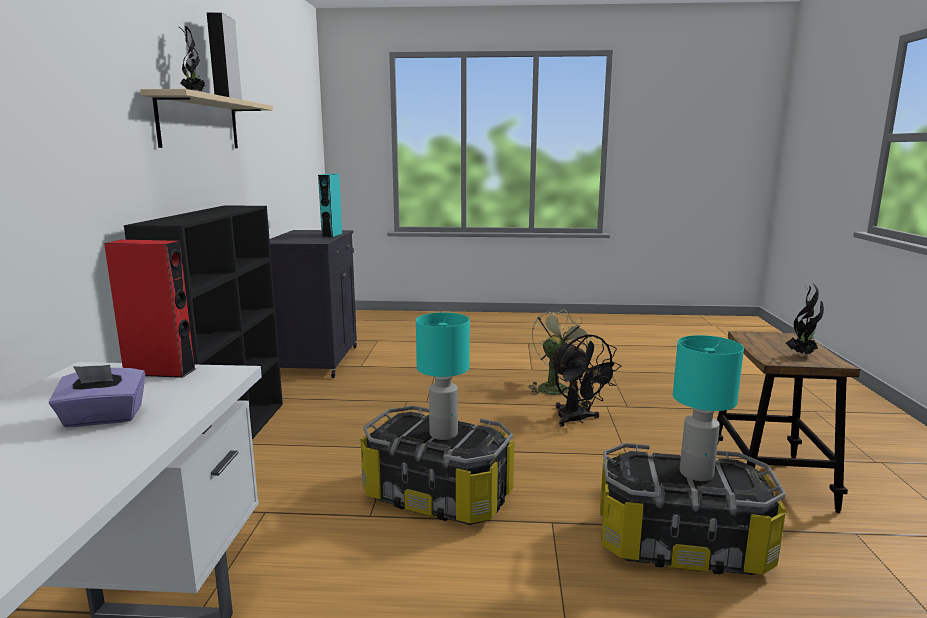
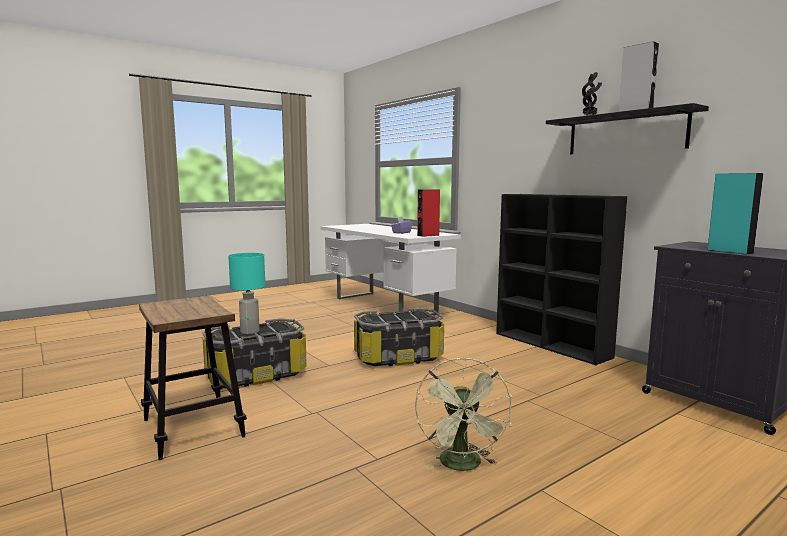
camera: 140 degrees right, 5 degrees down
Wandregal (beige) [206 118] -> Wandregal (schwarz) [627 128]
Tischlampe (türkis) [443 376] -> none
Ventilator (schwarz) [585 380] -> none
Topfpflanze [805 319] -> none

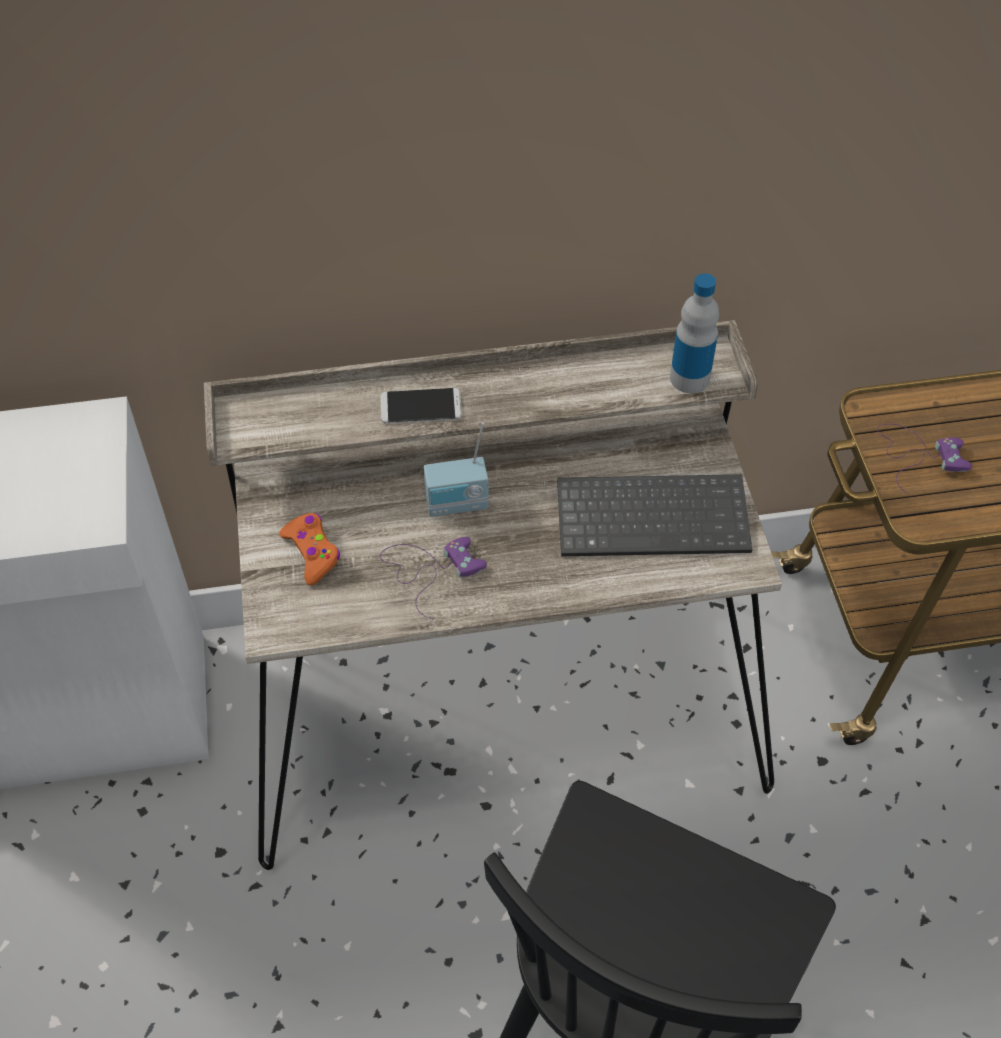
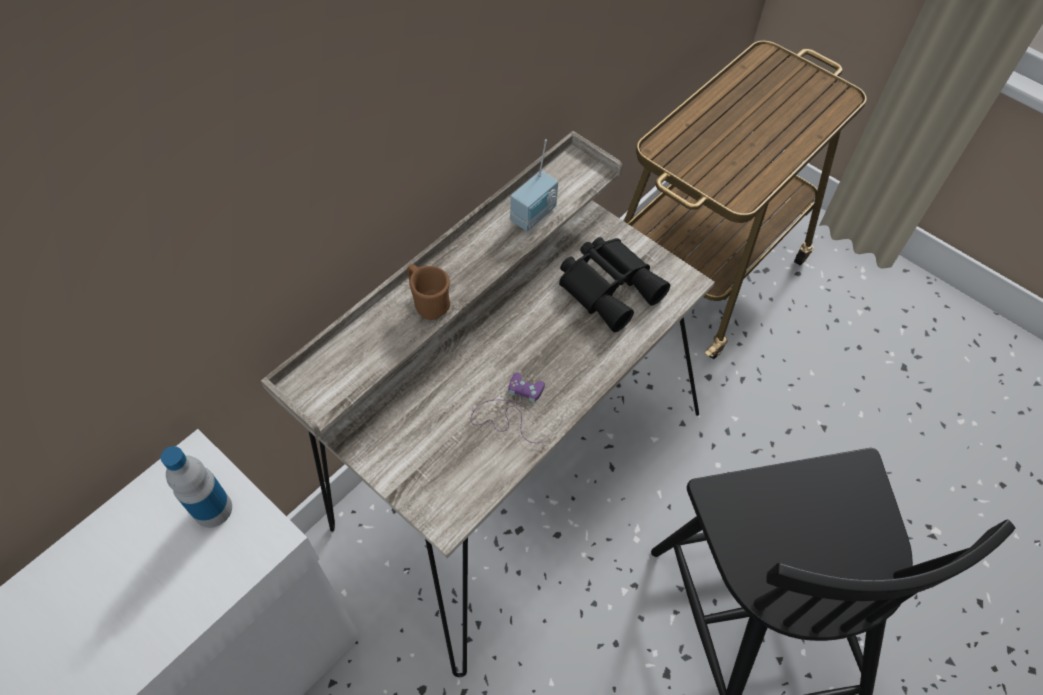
camera: 40 degrees left, 5 degrees up
Flasche [694 333] -> Flasche [196 487], shifted
Handy [421 406] -> Henkelbecher (braun) [428 292]
Radio [456 469] -> Radio [534 185], shifted
Tastatur [654 515] -> Fernglas (schwarz) [614 284]
Gamepad (orange) [309 549] -> none
Gamepad (lila) [924 459] -> none

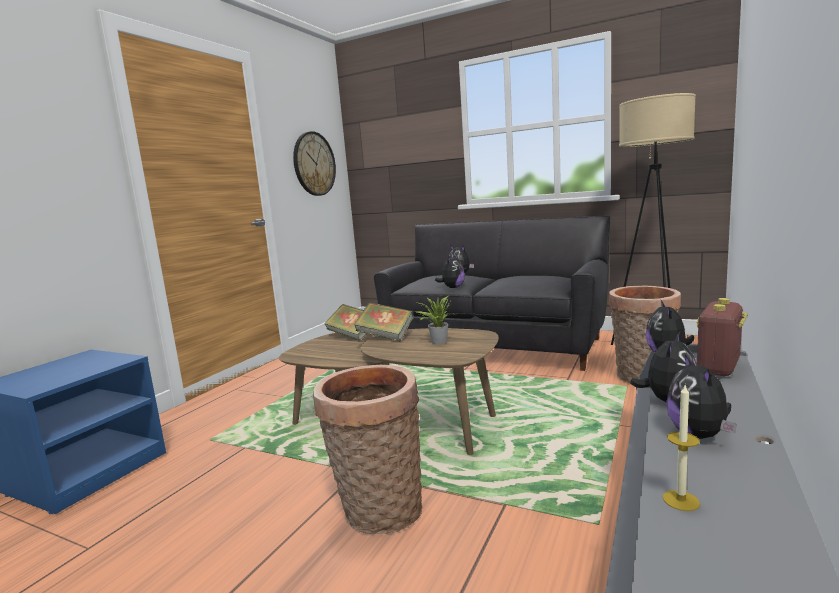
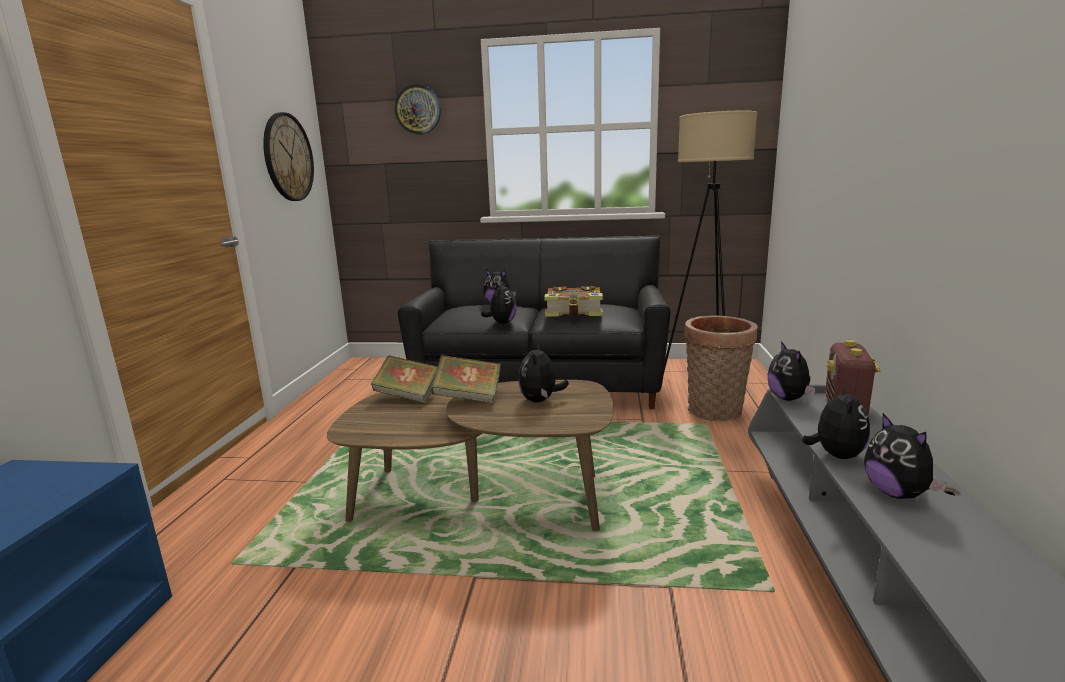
camera: 20 degrees left, 5 degrees up
none -> Wanduhr [417 109]
Topfpflanze [434 320] -> Plüschtier [544 373]
none -> Buch [573 301]
Korb [367 449] -> none
Kerze [681 448] -> none

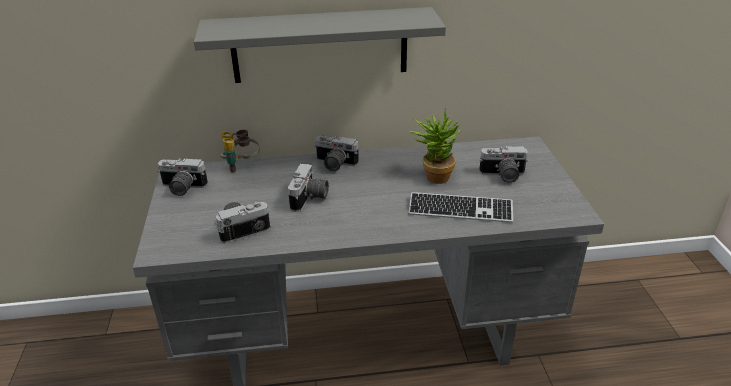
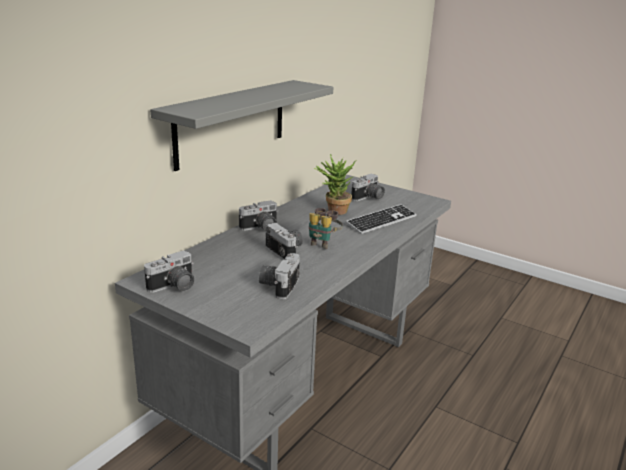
camera: 50 degrees left, 10 degrees down
Fernglas [240 151] -> Fernglas [326 228], shifted

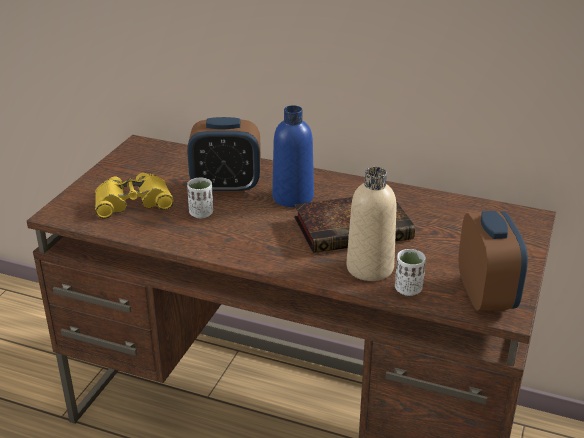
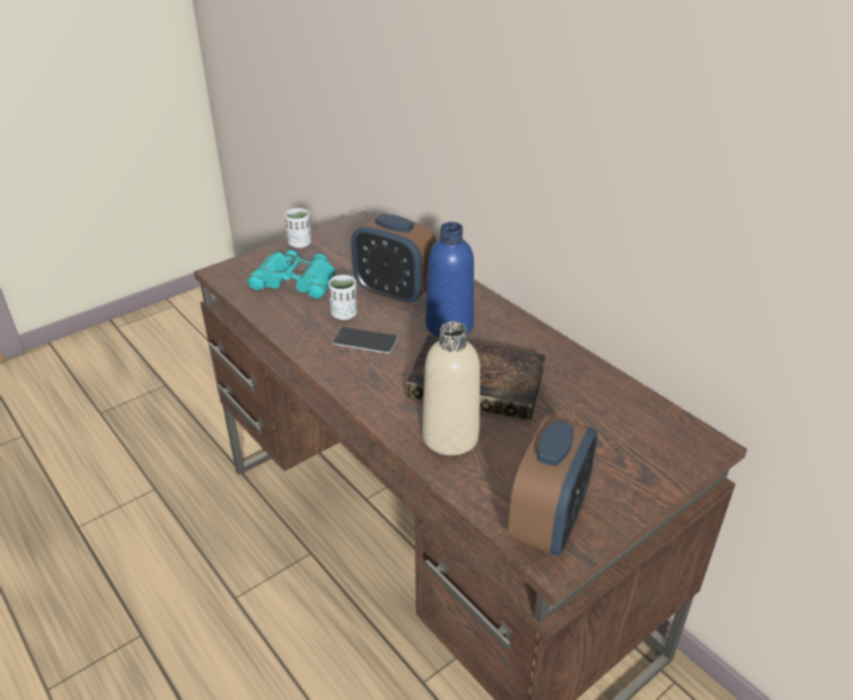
camera: 30 degrees right, 5 degrees up
Fernglas (gelb) [134 196] -> Fernglas (türkis) [291 274]
Tasse (weiß) [410 272] -> Tasse (weiß) [298 228], shifted
none -> Handy [365 340]

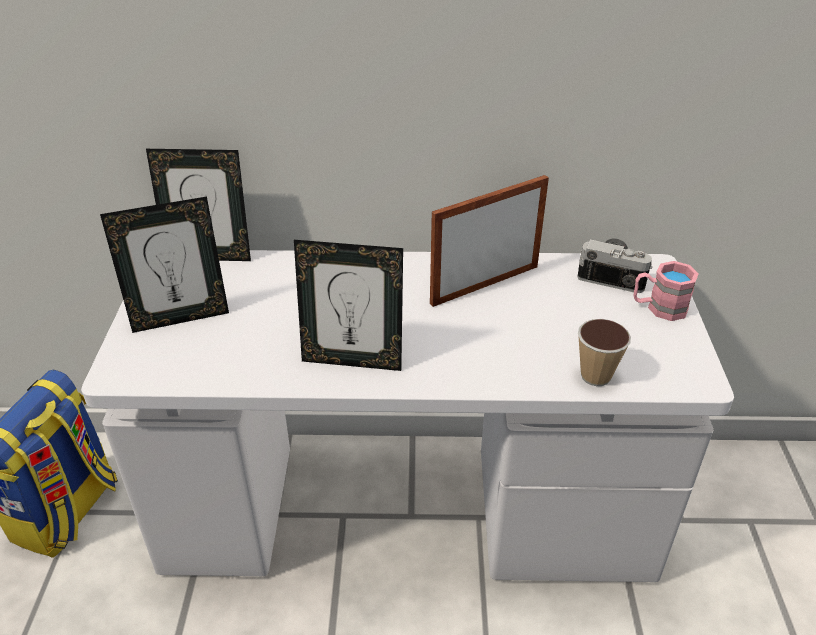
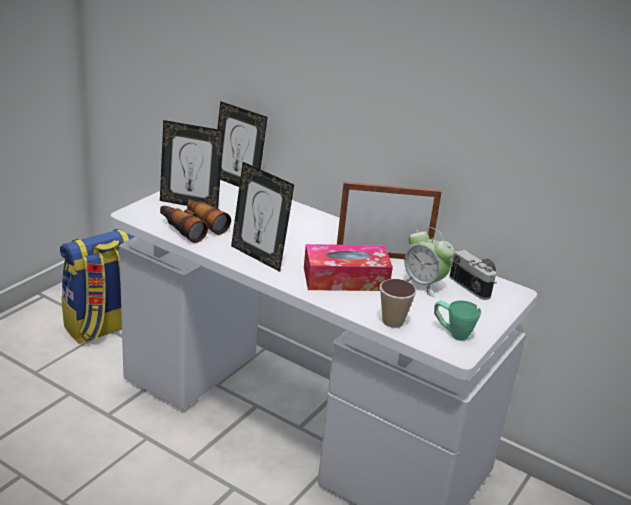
camera: 30 degrees right, 10 degrees down
none -> Fernglas [195 220]
none -> Taschentuchbox [348 267]
none -> Wecker [429 262]
none -> Henkelbecher (grün) [457 320]
Henkelbecher (rosa) [666 291] -> none

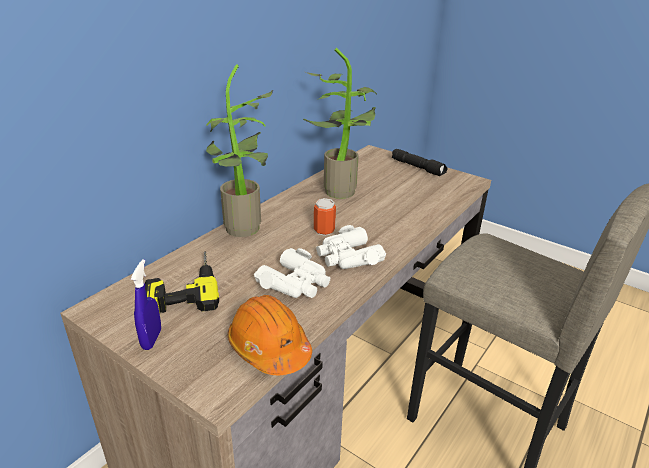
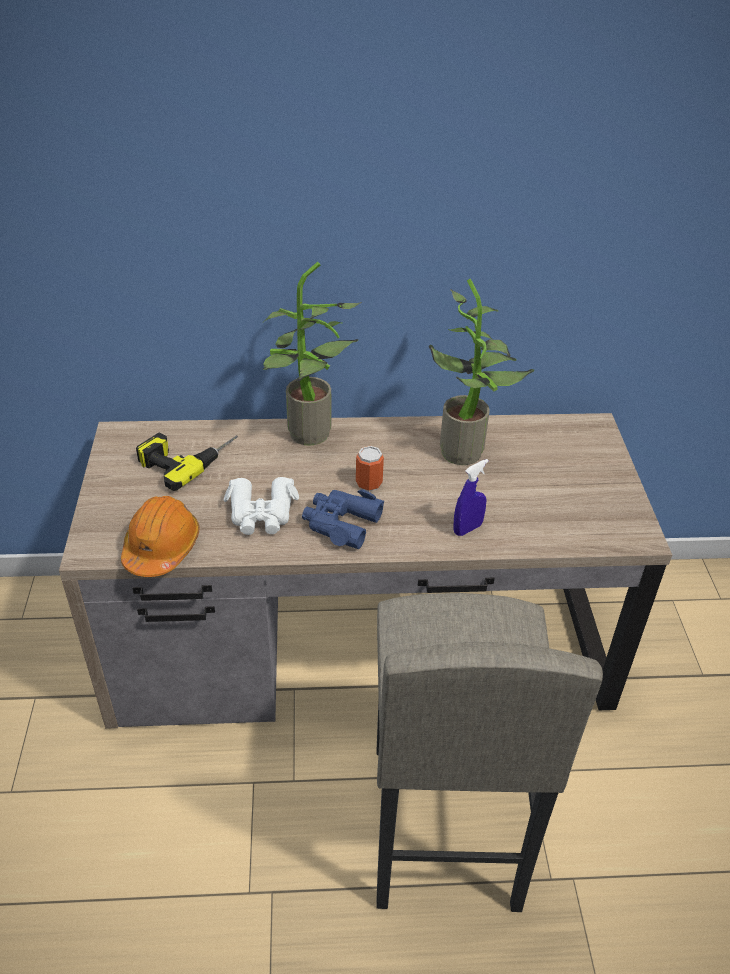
camera: 50 degrees right, 10 degrees up
Fernglas (weiß) [351 247] -> Fernglas (blau) [343 519]
Sprühflasche (blau) [146 304] -> Sprühflasche (blau) [471 497], shifted
Taschenlampe (schwarz) [419 162] -> none

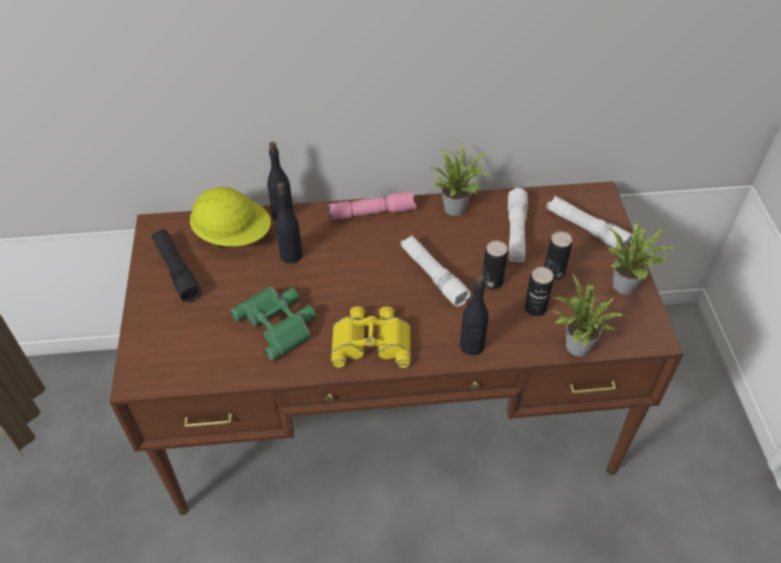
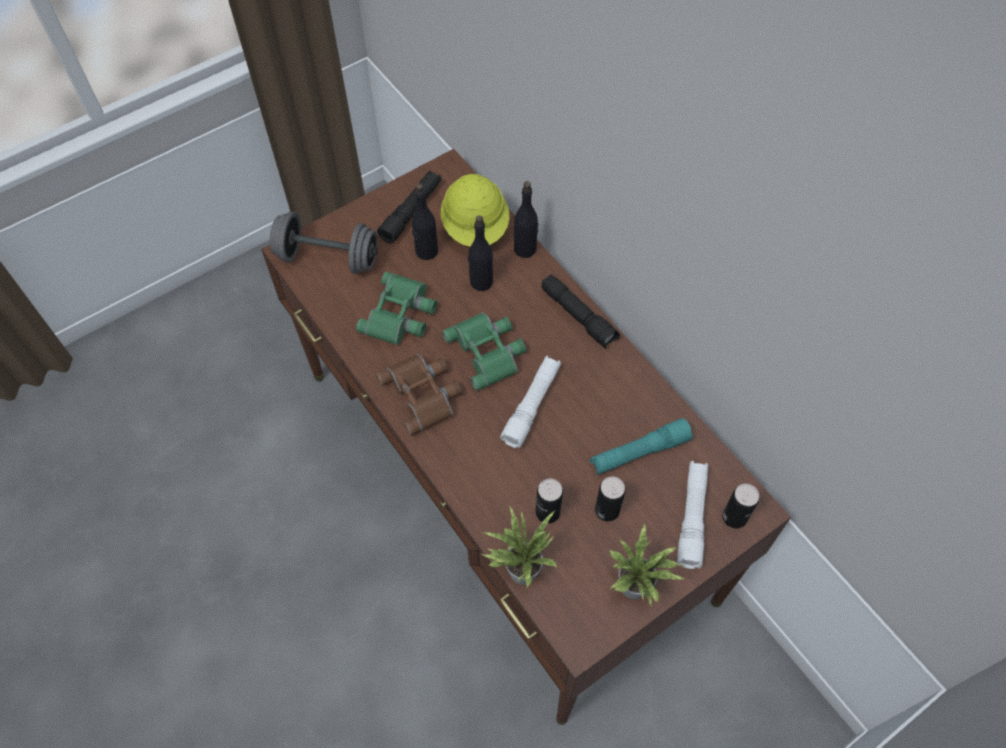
camera: 60 degrees right, 10 degrees up
none -> Hantel (grau) [324 243]
Fernglas (gelb) [371 337] -> Fernglas (braun) [419 395]
Flasche (schwarz) [474 315] -> Flasche (schwarz) [425 221], shifted
none -> Fernglas (grün) [484 352]
Taschenlampe (rosa) [373 205] -> Taschenlampe (schwarz) [581 311]
Taschenlampe (weiß) [518 225] -> Taschenlampe (türkis) [641 446]
Dose [495 265] -> Dose [740 506], shifted
Topfpflanze [460 179] -> none

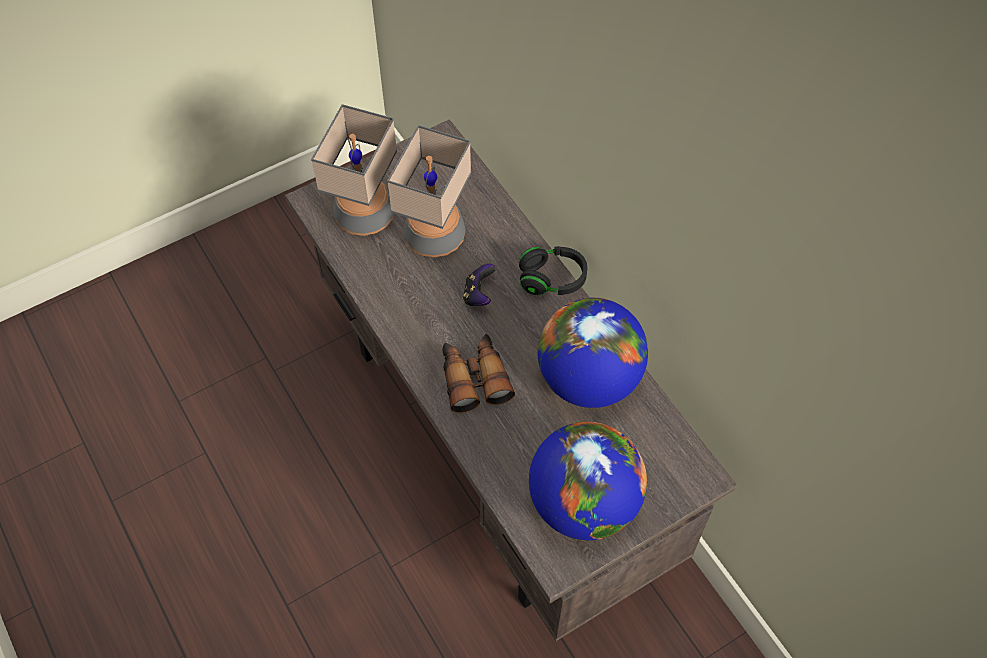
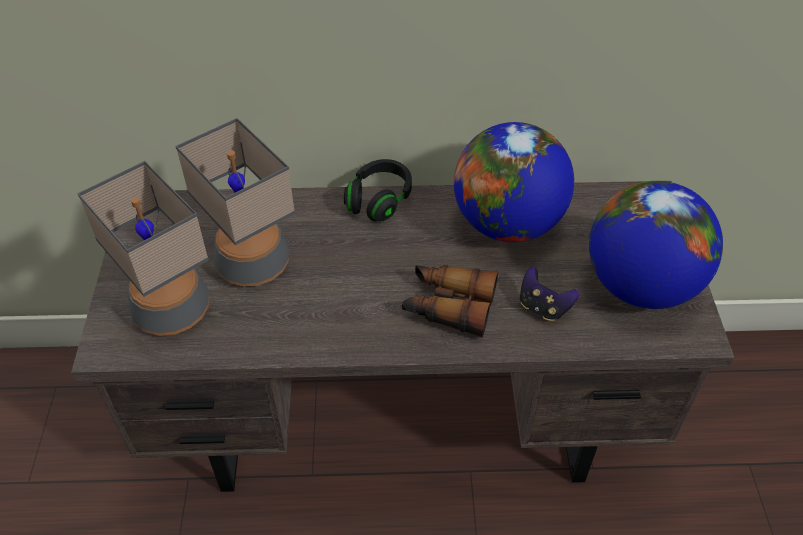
camera: 60 degrees left, 10 degrees down
Gamepad [479 285] -> Gamepad [549 294], shifted

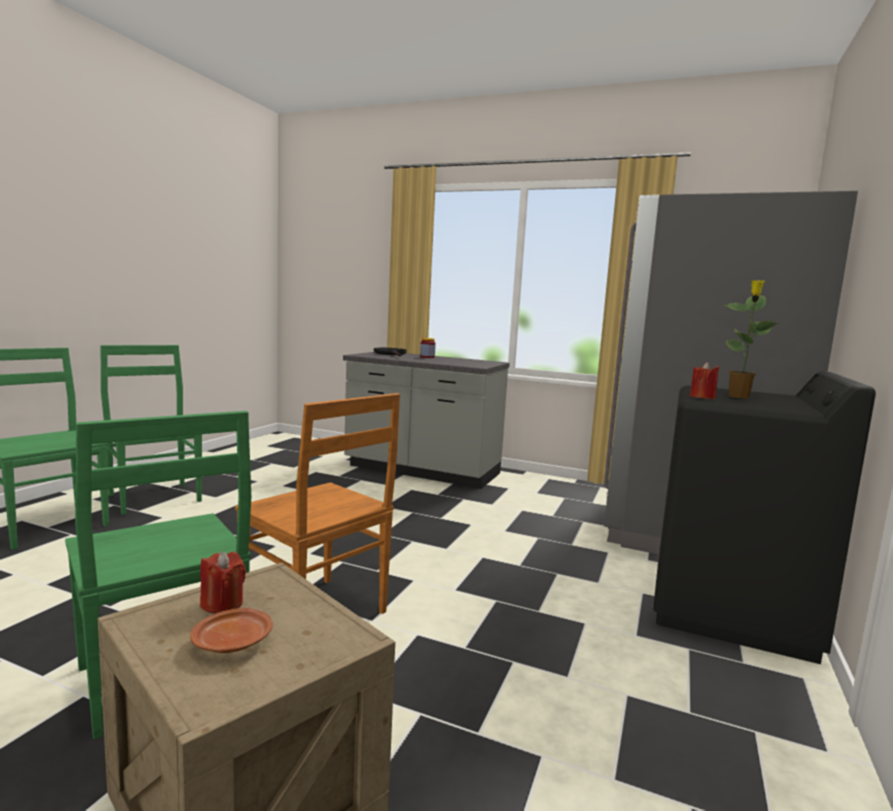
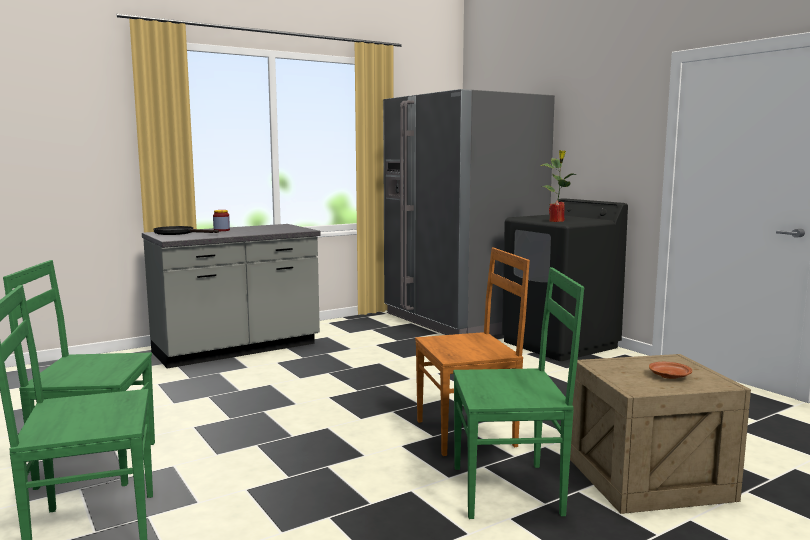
camera: 55 degrees left, 0 degrees up
Kerze (rot) [223 583] -> none

